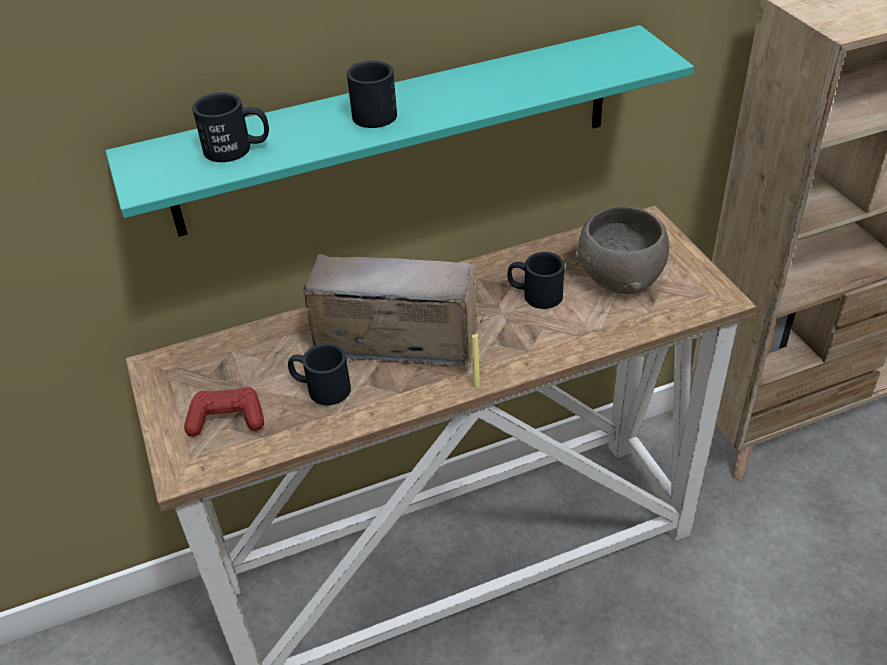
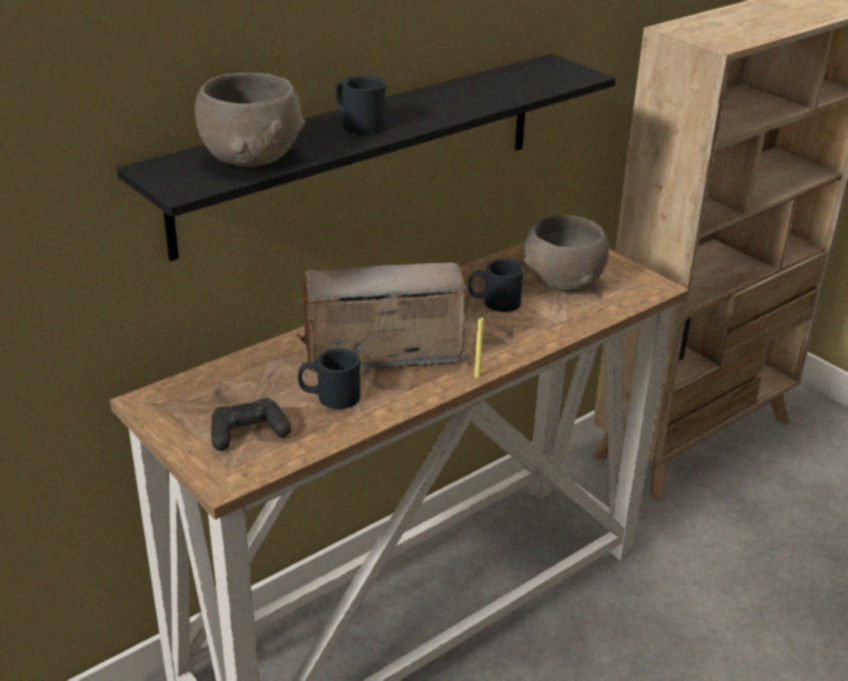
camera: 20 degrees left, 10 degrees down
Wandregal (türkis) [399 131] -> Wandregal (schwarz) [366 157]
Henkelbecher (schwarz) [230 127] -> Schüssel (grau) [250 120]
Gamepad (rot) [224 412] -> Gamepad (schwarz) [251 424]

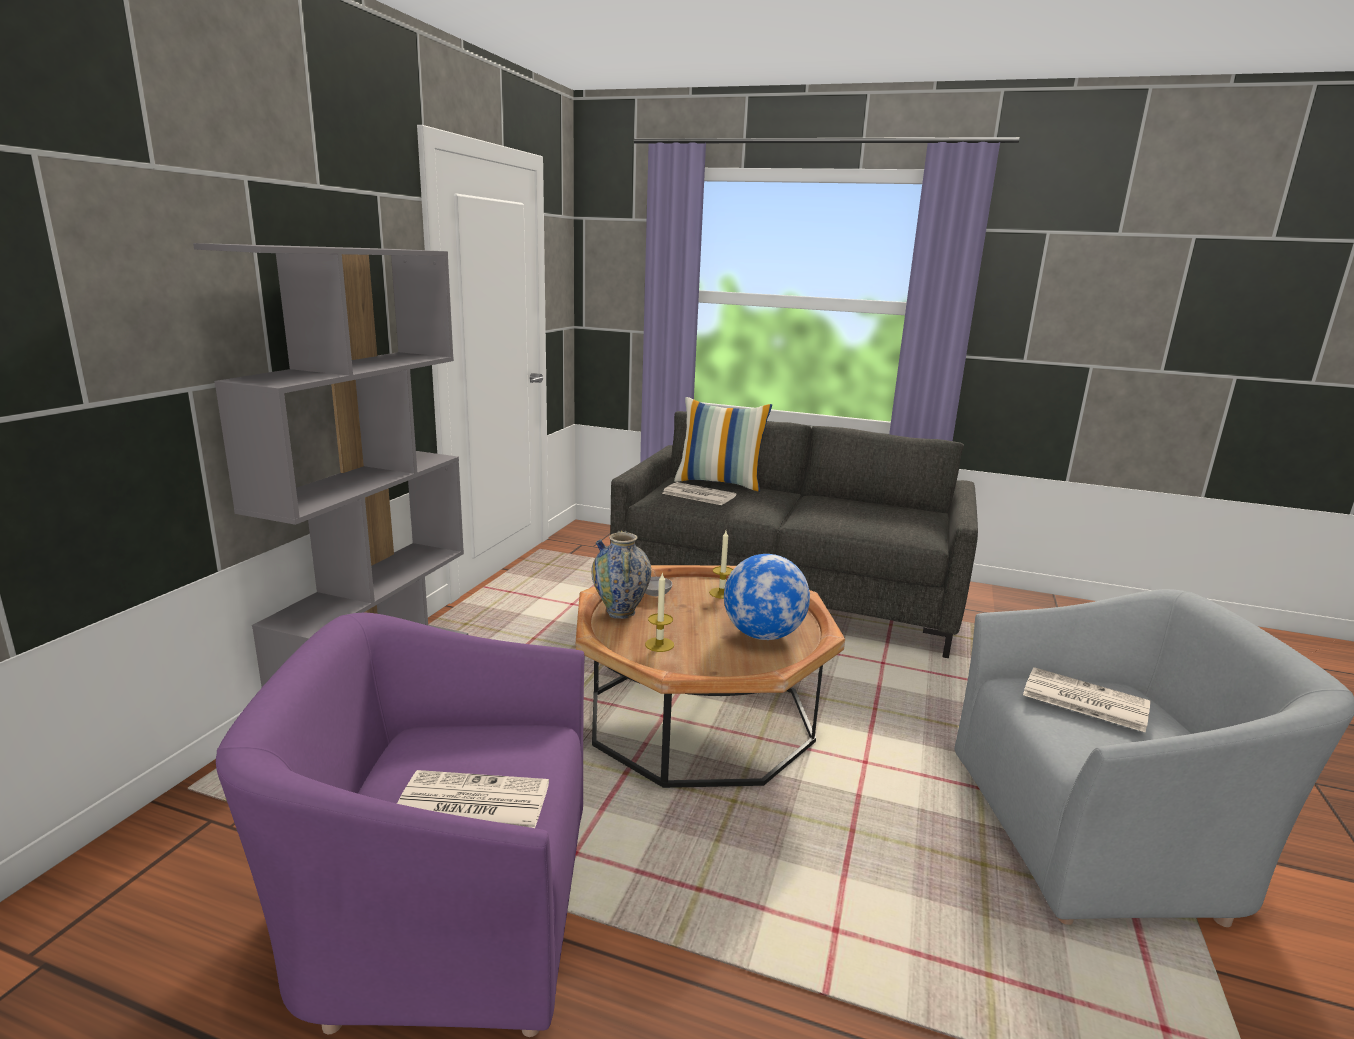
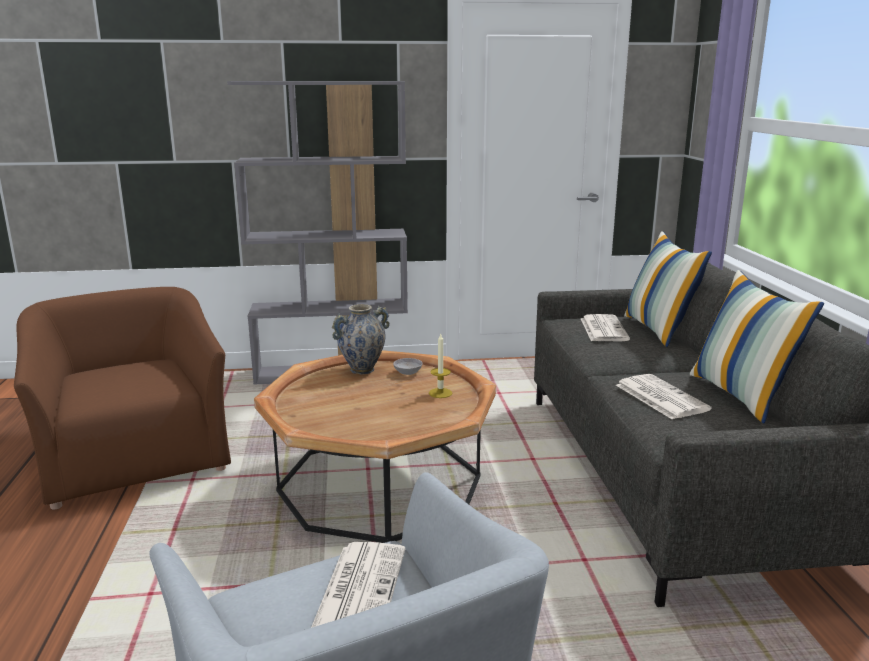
camera: 65 degrees right, 0 degrees up
Sessel (lila) [400 825] -> Sessel (braun) [122 398]
Zeitung [473 799] -> Zeitung [664 396], shifted
none -> Kissen [757 346]
Kerze [659 612] -> none
Globus [767 597] -> none

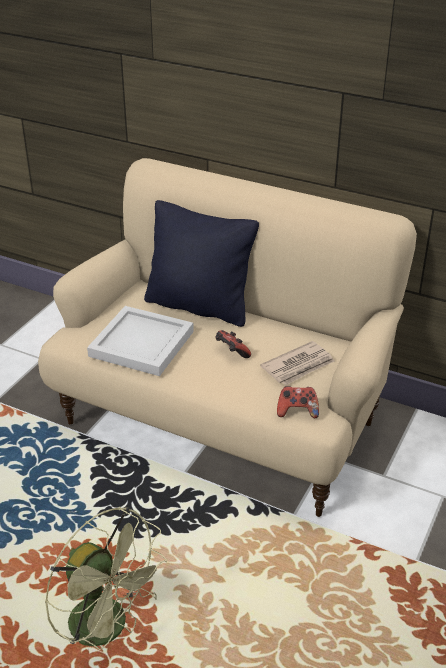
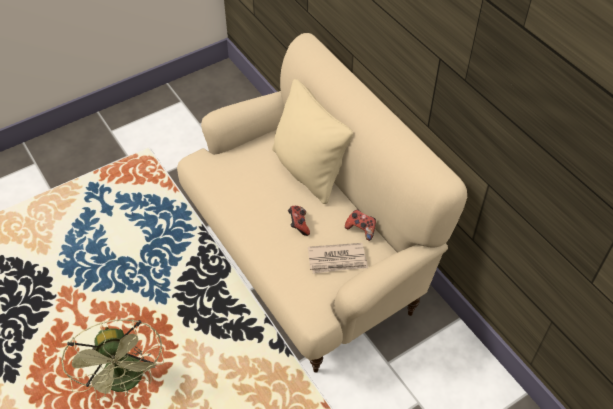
camera: 30 degrees right, 15 degrees up
Kissen (schwarz) [201 263] -> Kissen (beige) [312 141]
Gamepad [298 402] -> Gamepad [360 225], shifted
Tablett (weiß) [140 341] -> none

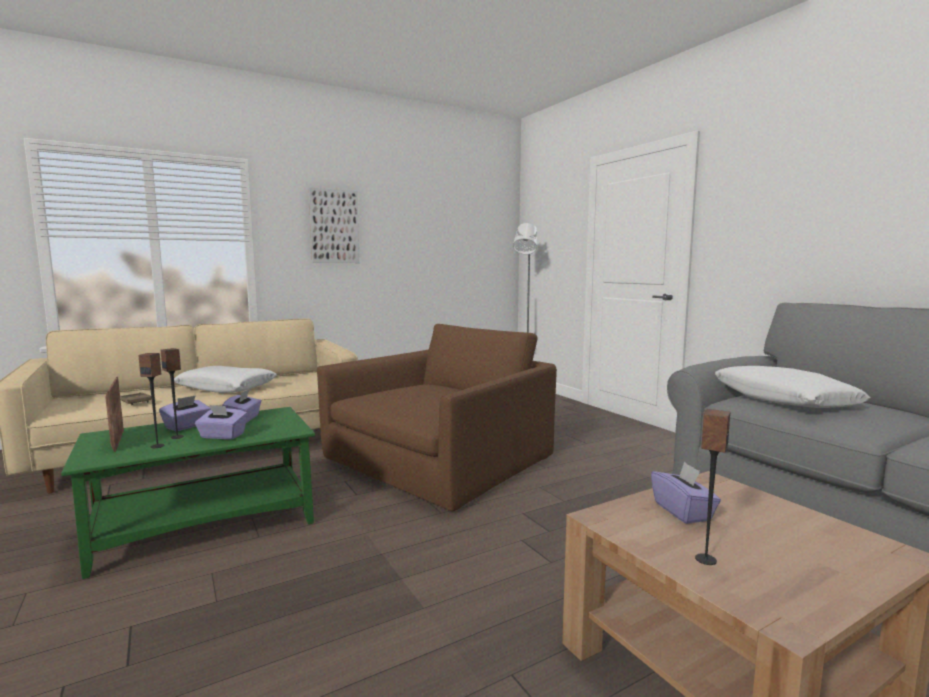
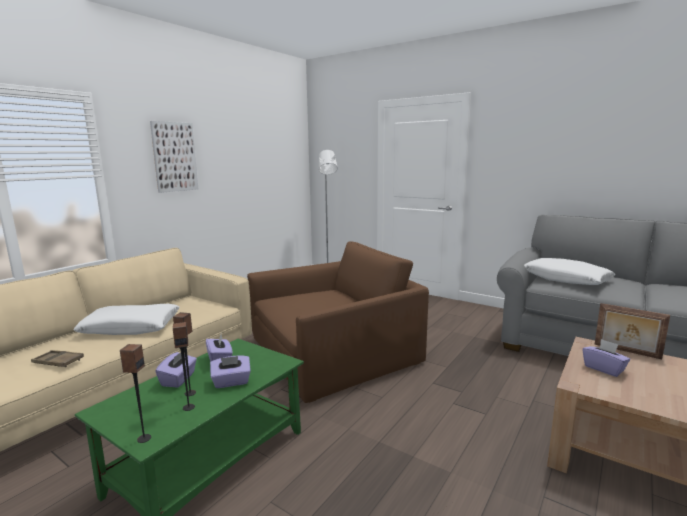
camera: 25 degrees left, 5 degrees up
Lautsprecher [712 487] -> Lautsprecher [135 393], shifted
Sessel (braun) [437 417] -> Sessel (braun) [338 322], 45 degrees clockwise
Bilderrahmen [114 414] -> Bilderrahmen [632 331], shifted

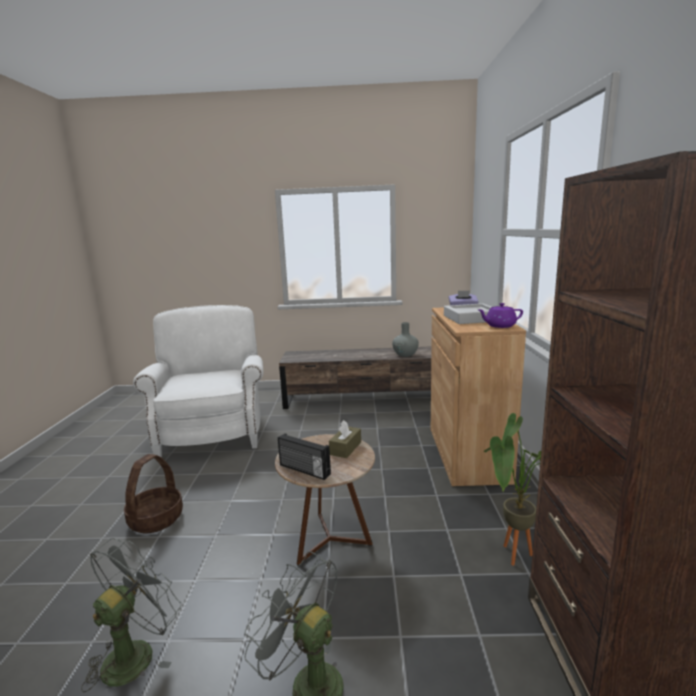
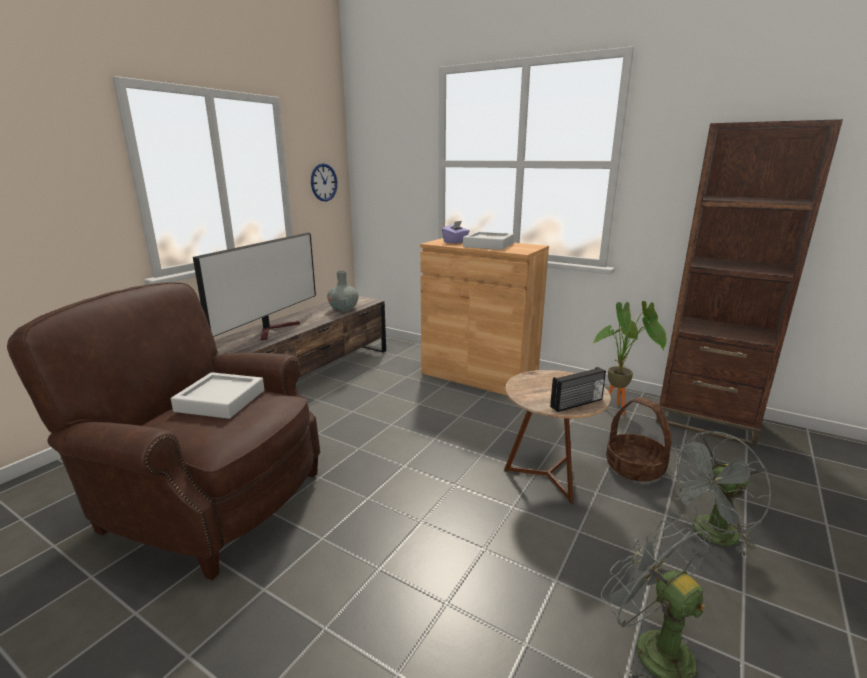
camera: 60 degrees left, 5 degrees up
Sessel (weiß) [198 381] -> Sessel (braun) [163 431]
none -> Tablett (grau) [217 395]
none -> Fernseher [254 286]
none -> Wanduhr [324 182]
Korb [153 493] -> Korb [639 439], shifted
Taschentuchbox (braun) [345 439] -> none
Teekanne (lila) [500 315] -> none

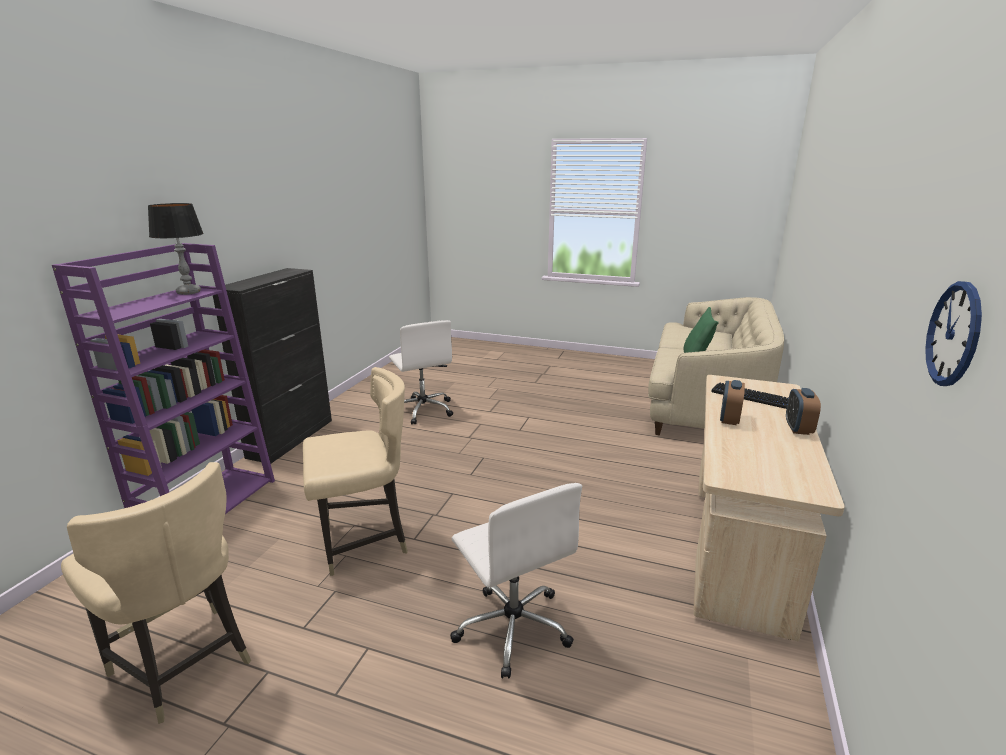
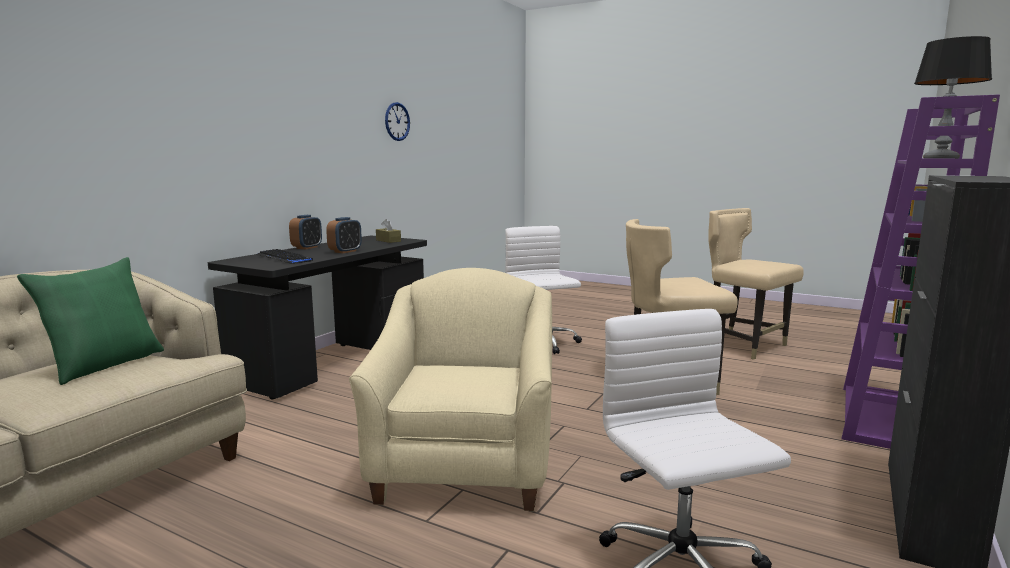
camera: 170 degrees left, 10 degrees down
Schreibtisch (beige) [769 508] -> Schreibtisch (schwarz) [317 317]
none -> Sessel (beige) [450 389]
none -> Taschentuchbox (braun) [388 231]

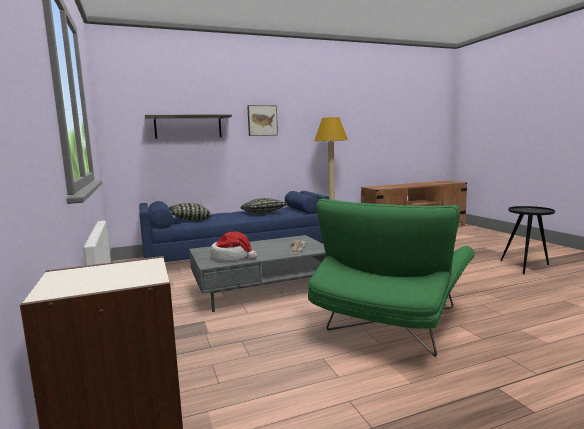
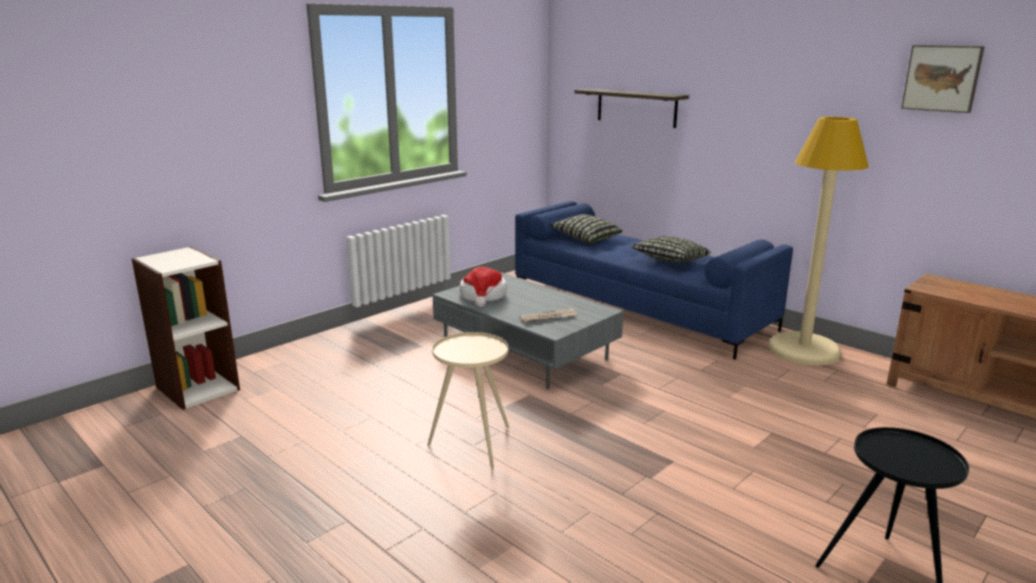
camera: 65 degrees right, 10 degrees up
Sessel (grün) [391 277] -> Beistelltisch (beige) [468 400]
Bild [262 120] -> Bild [943 79], shifted

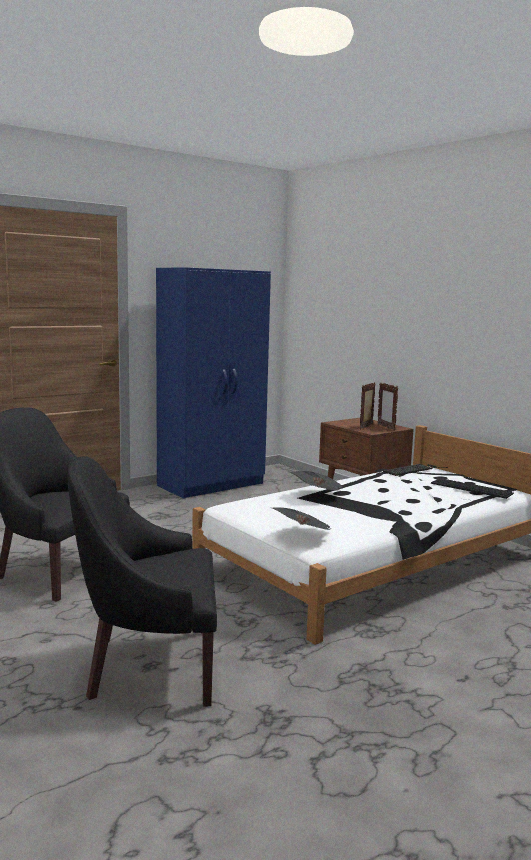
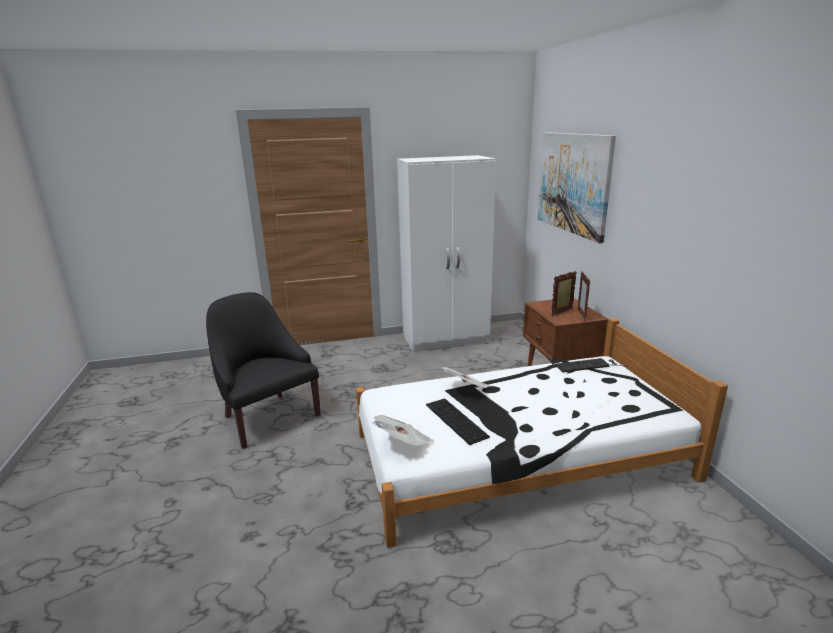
camera: 25 degrees right, 10 degrees up
Kleiderschrank (blau) [213 383] -> Kleiderschrank (weiß) [446 253]
Tastatur [472 488] -> Tastatur [458 421], shifted
none -> Bild [577 187]
Sessel (schwarz) [142 581] -> none

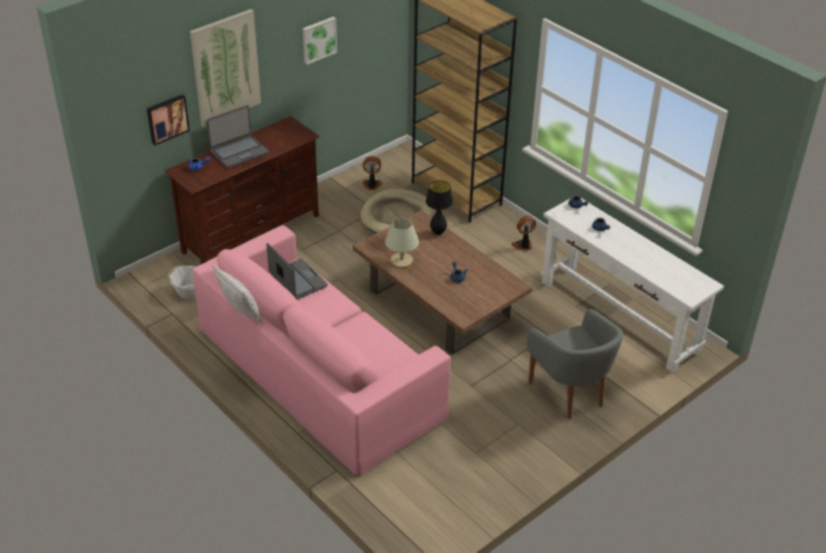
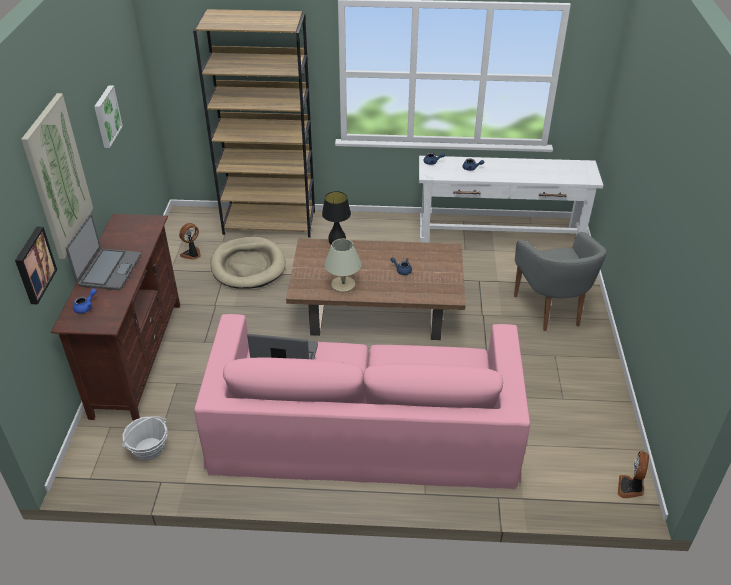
camera: 45 degrees left, 0 degrees up
Sessel (grau) [575 364] -> Sessel (grau) [560 281], 60 degrees clockwise
Ventilator [524 233] -> Ventilator [633 474], shifted
Kissen [237 295] -> none

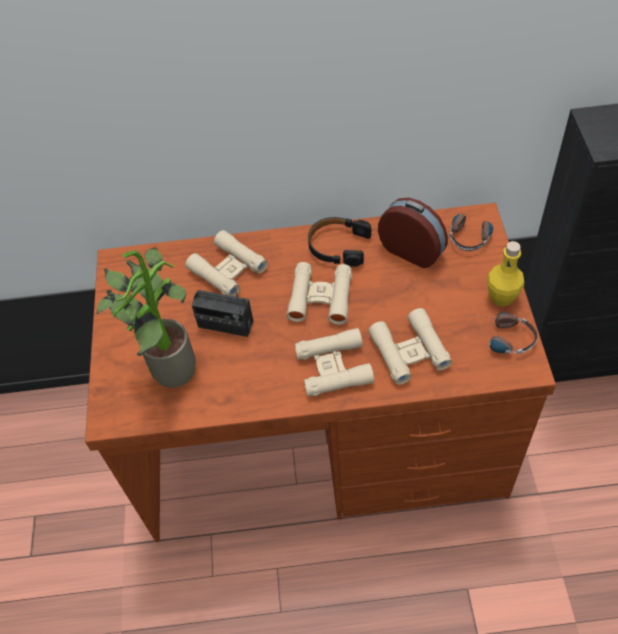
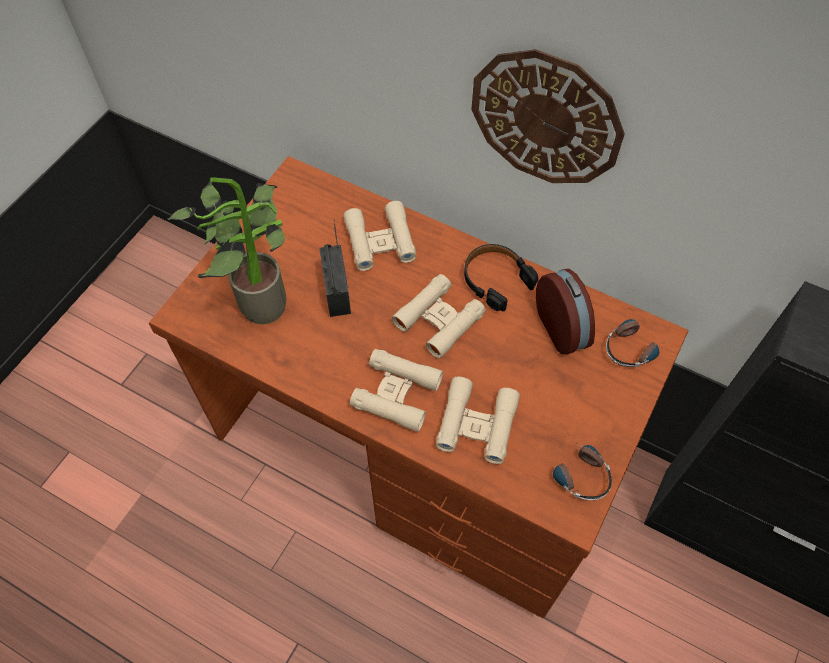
camera: 30 degrees right, 5 degrees up
Radio [222 311] -> Radio [335 268], 150 degrees counterclockwise
none -> Wanduhr [548 116]
Flasche (gelb) [505 273] -> none

